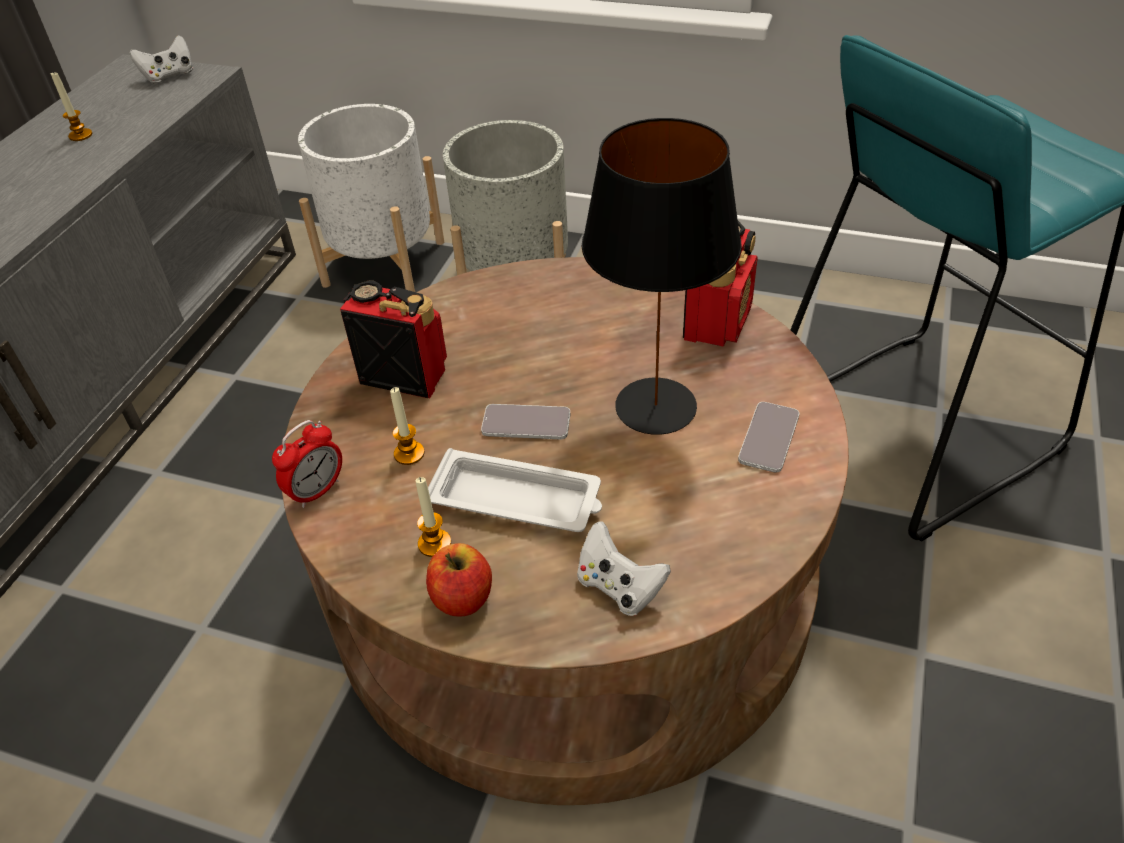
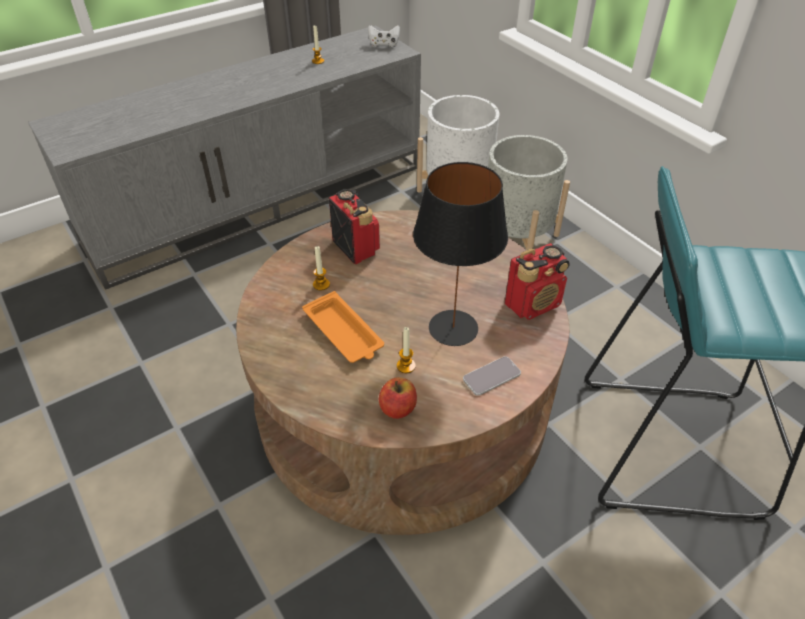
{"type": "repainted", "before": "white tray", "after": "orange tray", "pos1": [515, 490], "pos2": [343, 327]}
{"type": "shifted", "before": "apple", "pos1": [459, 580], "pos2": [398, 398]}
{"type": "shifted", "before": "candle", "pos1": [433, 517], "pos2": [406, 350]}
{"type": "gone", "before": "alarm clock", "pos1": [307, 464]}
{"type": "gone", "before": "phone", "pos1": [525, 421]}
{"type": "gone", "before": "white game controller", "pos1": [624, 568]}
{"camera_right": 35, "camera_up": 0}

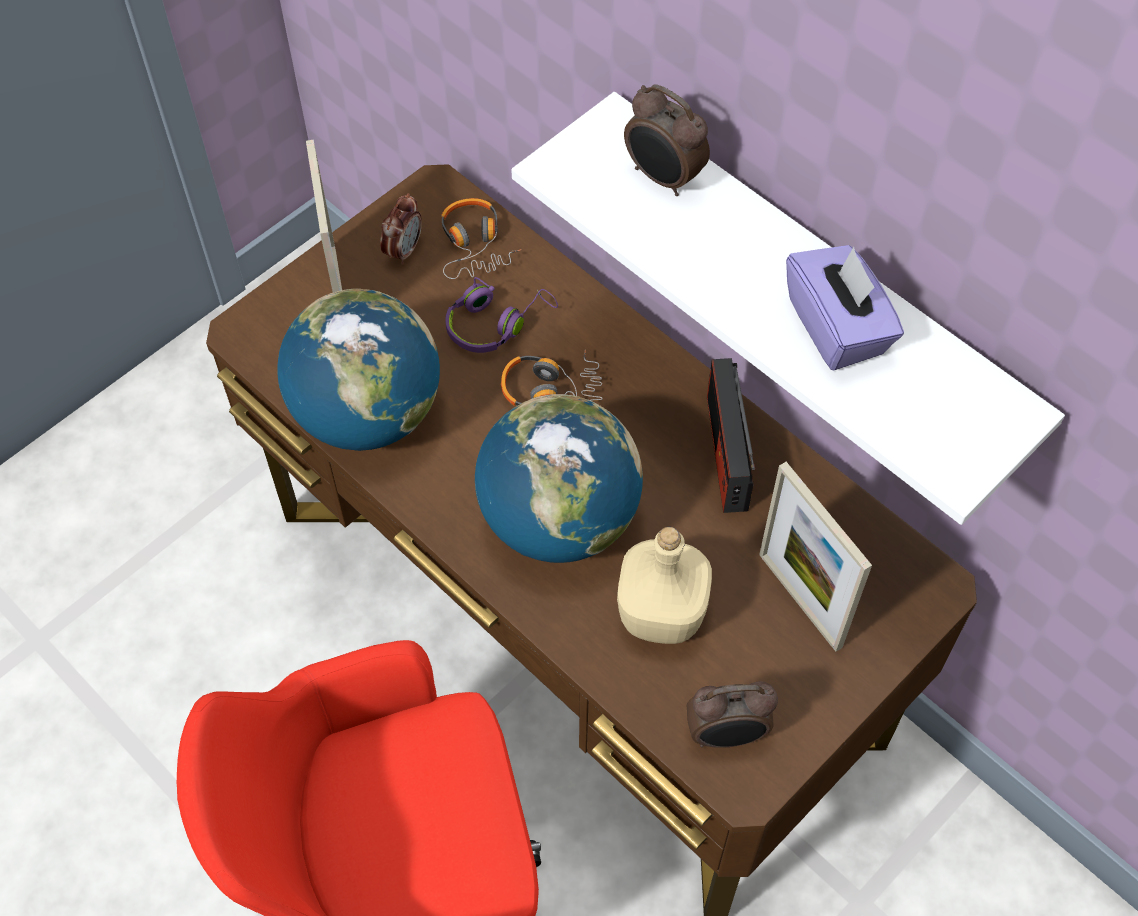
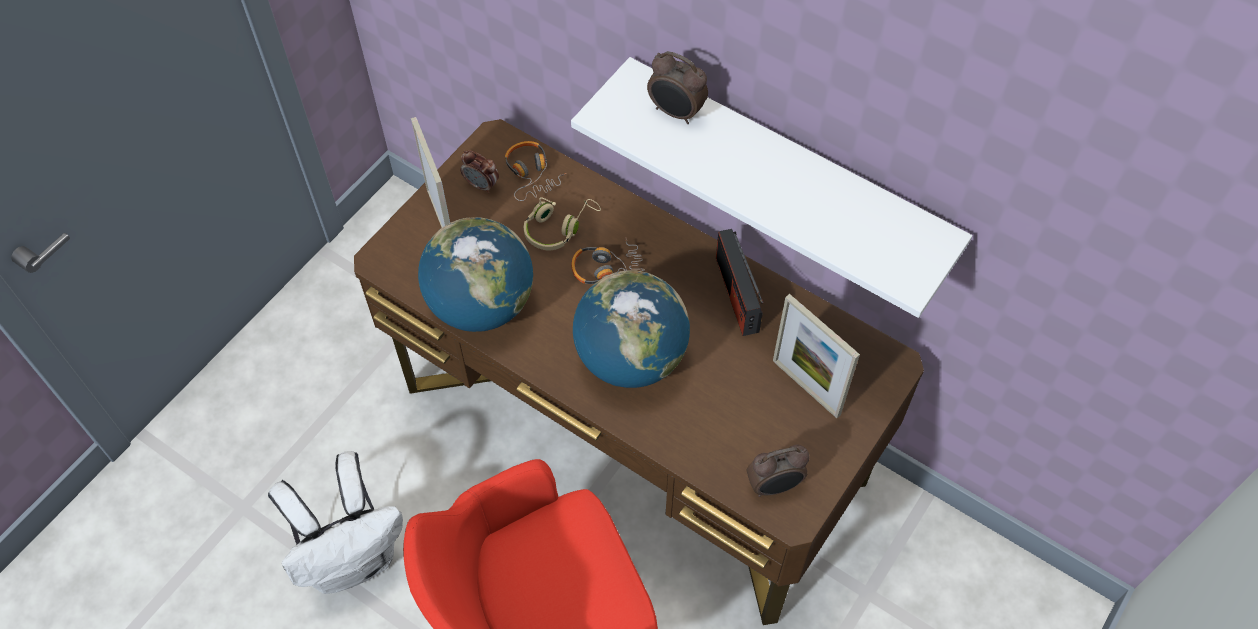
{"type": "new", "after": "white backpack", "pos2": [335, 522]}
{"type": "rotated", "before": "alarm clock", "pos1": [401, 229], "pos2": [479, 171], "turn": 105}
{"type": "repainted", "before": "purple headphones", "after": "beige headphones", "pos1": [501, 315], "pos2": [562, 223]}
{"type": "gone", "before": "beige bottle", "pos1": [664, 585]}
{"type": "gone", "before": "purple tissue box", "pos1": [845, 308]}
{"camera_right": -10, "camera_up": 0}

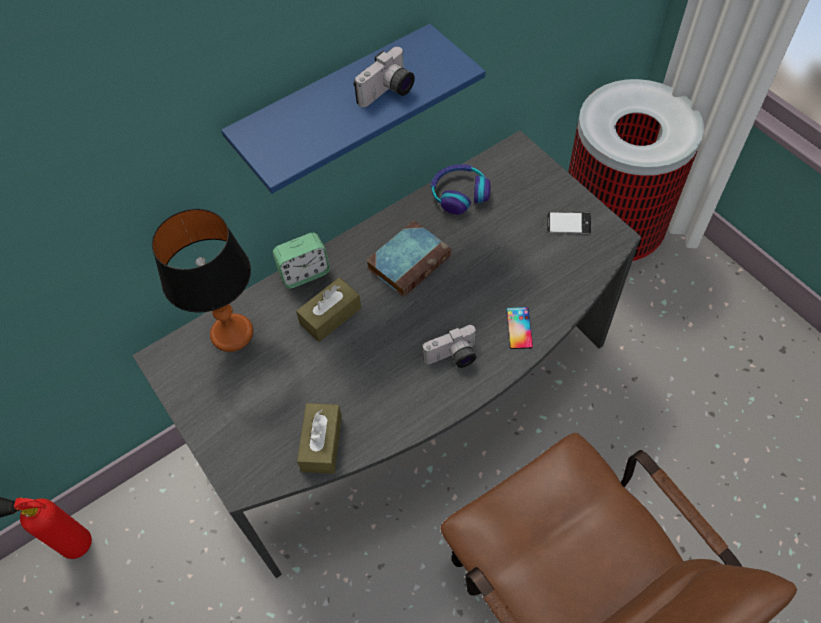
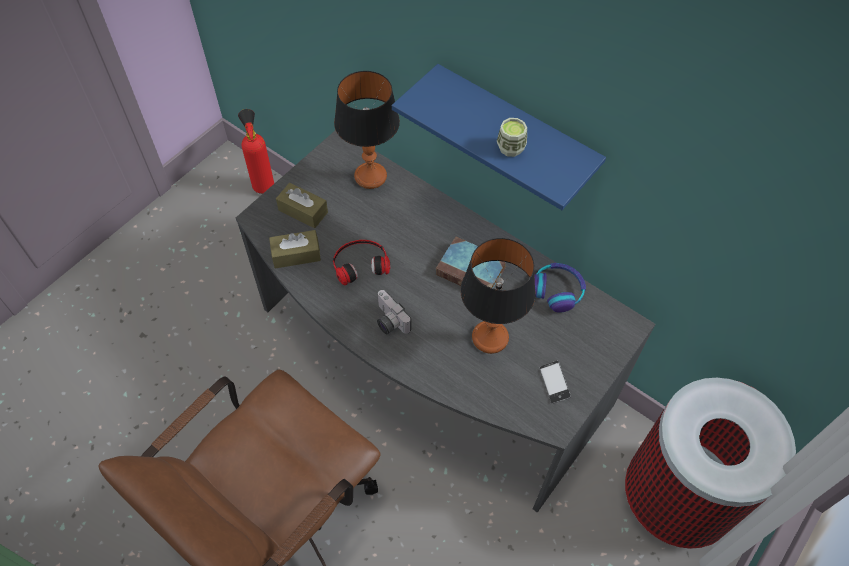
{"type": "shifted", "before": "brown tissue box", "pos1": [328, 309], "pos2": [302, 205]}
{"type": "new", "after": "headphones", "pos2": [361, 262]}
{"type": "new", "after": "table lamp", "pos2": [498, 296]}
{"type": "swapped", "before": "photo camera", "after": "cup", "pos1": [384, 77], "pos2": [512, 137]}
{"type": "gone", "before": "alarm clock", "pos1": [301, 261]}
{"type": "gone", "before": "phone", "pos1": [519, 328]}
{"camera_right": 70, "camera_up": 0}

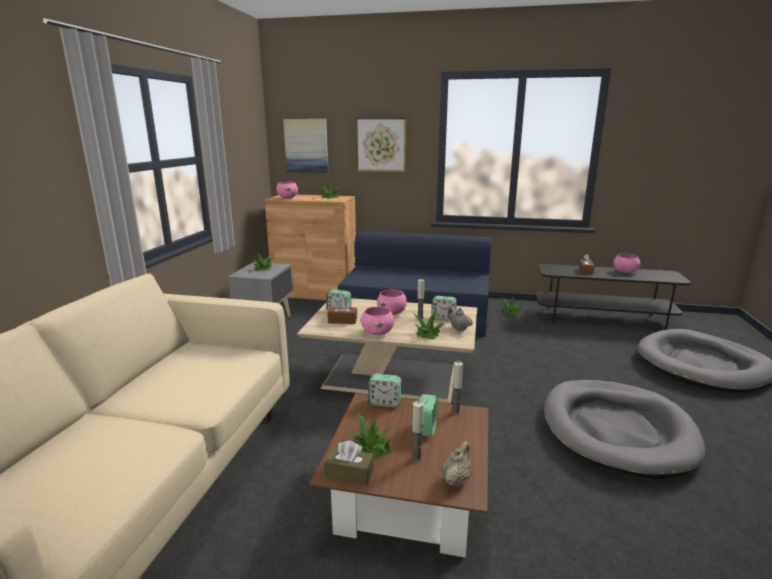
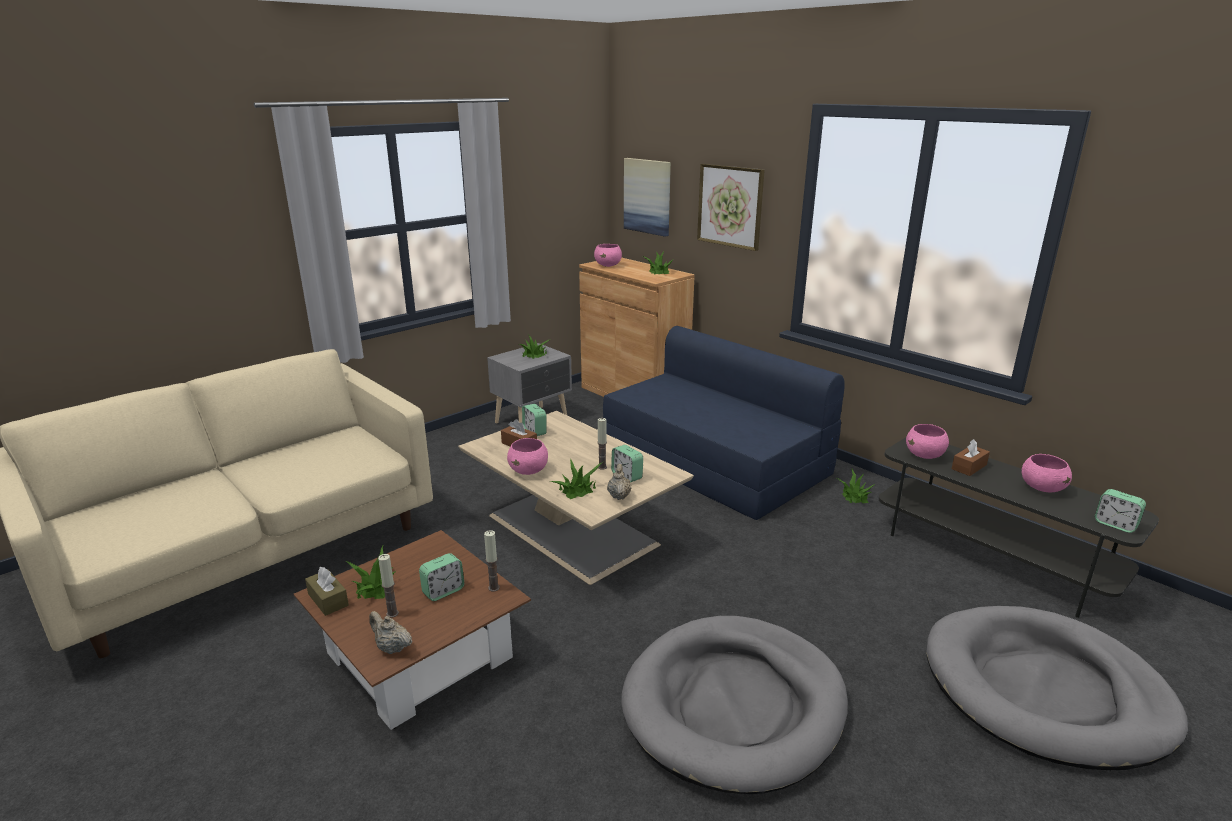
{"type": "rotated", "before": "beige teapot", "pos1": [457, 464], "pos2": [390, 632], "turn": -120}
{"type": "shifted", "before": "pink bowl", "pos1": [392, 302], "pos2": [927, 441]}
{"type": "shifted", "before": "alarm clock", "pos1": [384, 391], "pos2": [1120, 511]}
{"camera_right": 35, "camera_up": 5}

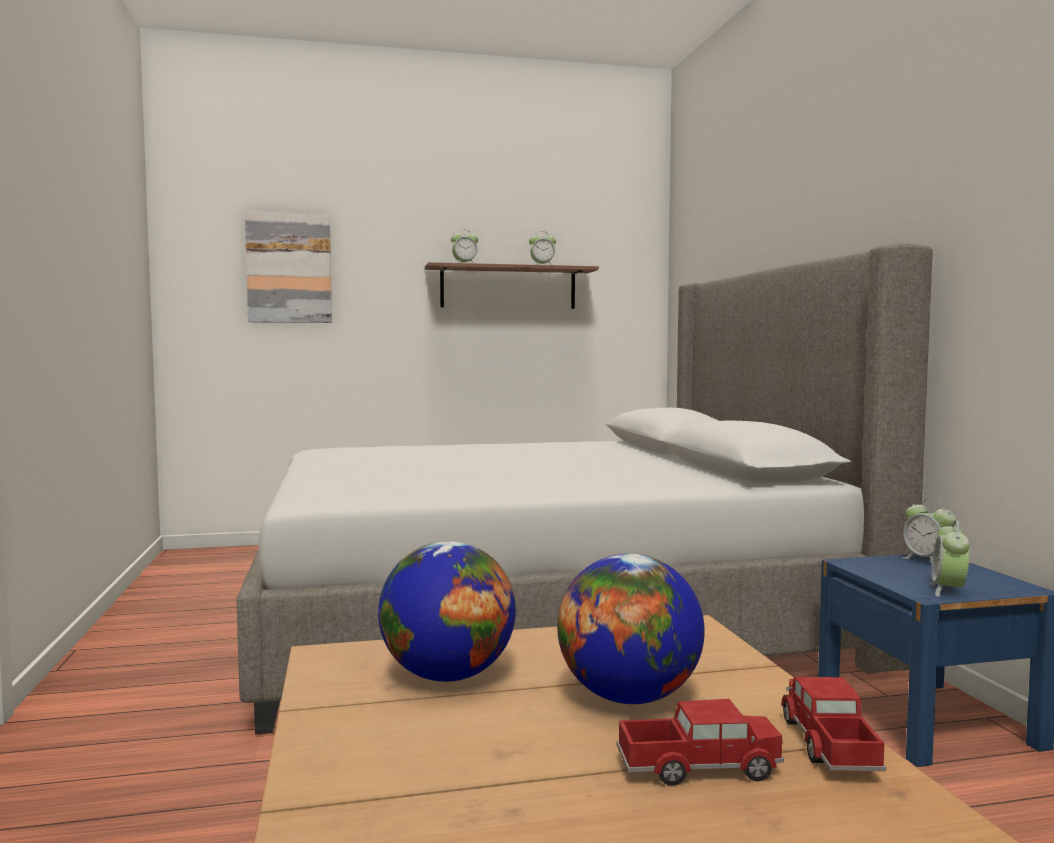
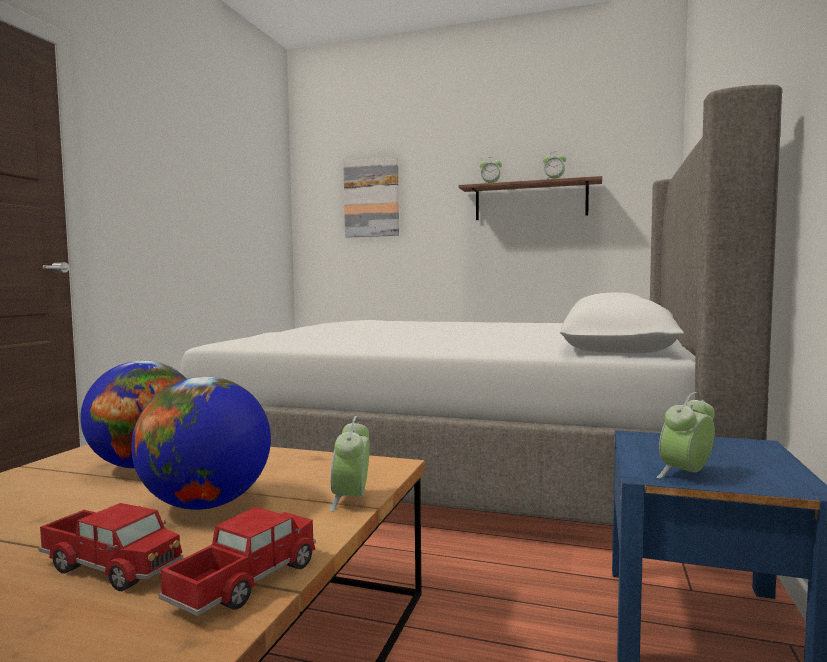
{"type": "shifted", "before": "alarm clock", "pos1": [928, 532], "pos2": [350, 464]}
{"camera_right": 30, "camera_up": 0}

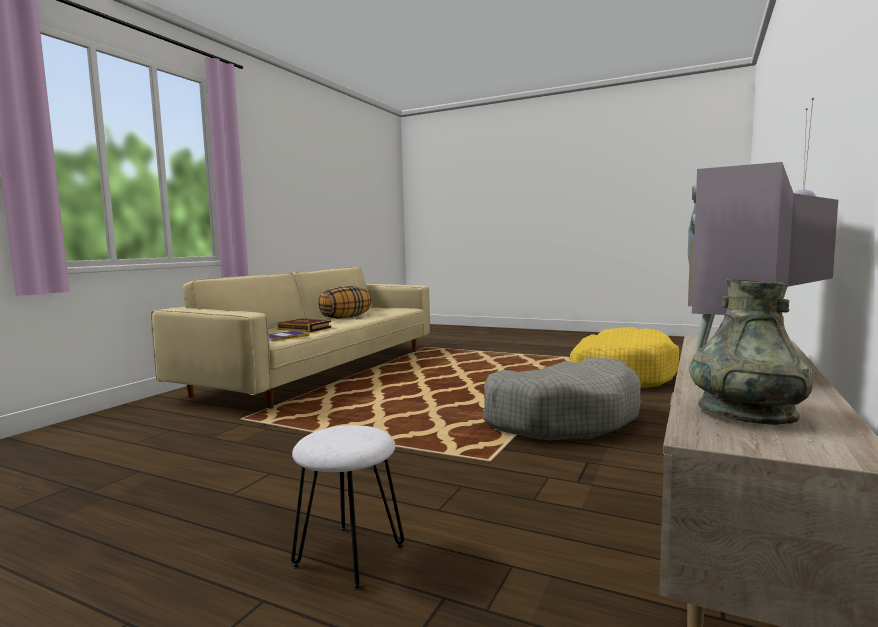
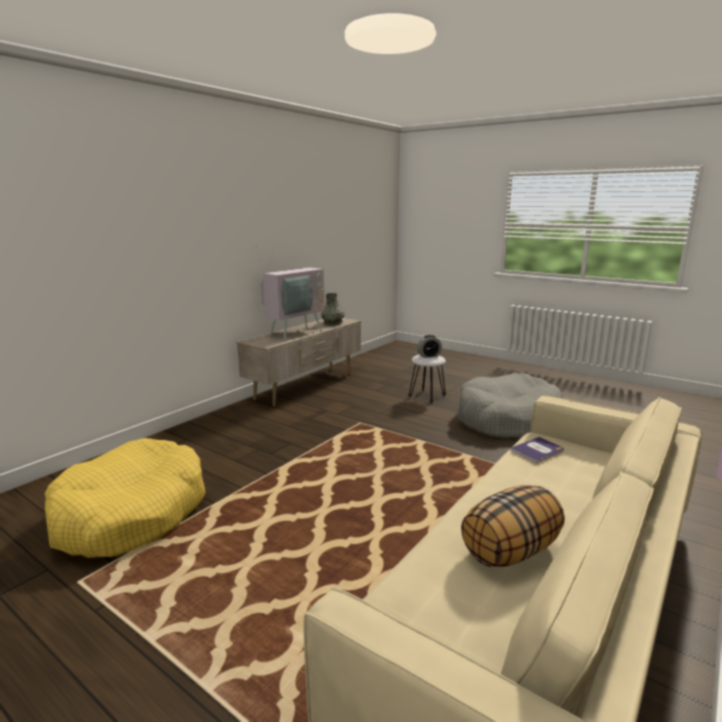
{"type": "new", "after": "alarm clock", "pos2": [429, 346]}
{"type": "shifted", "before": "grey dog bed", "pos1": [562, 399], "pos2": [510, 405]}
{"type": "gone", "before": "book", "pos1": [304, 325]}
{"camera_right": -170, "camera_up": 10}

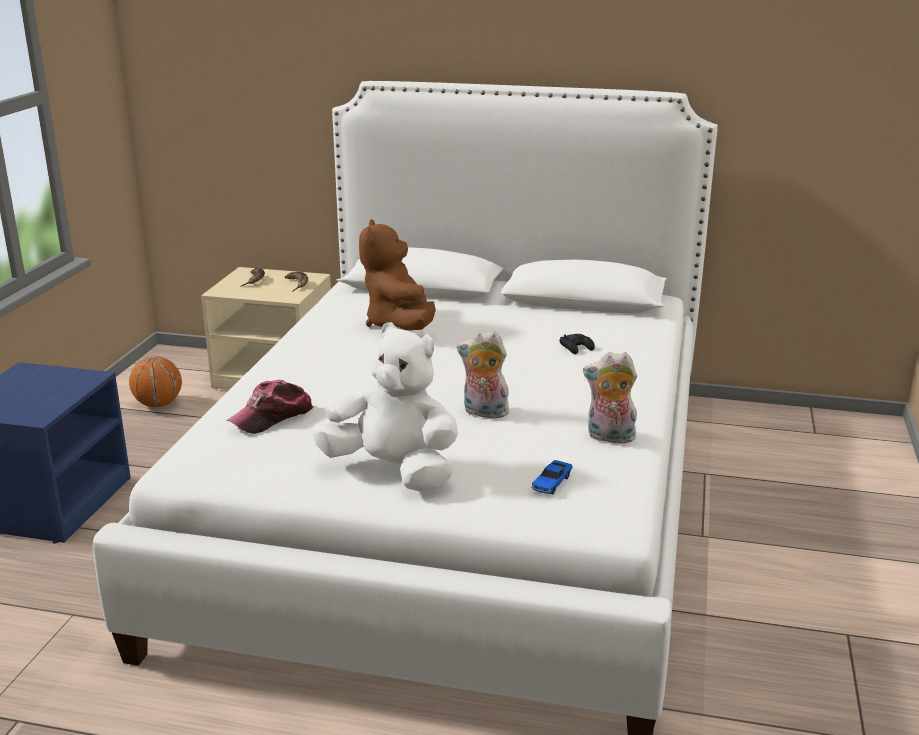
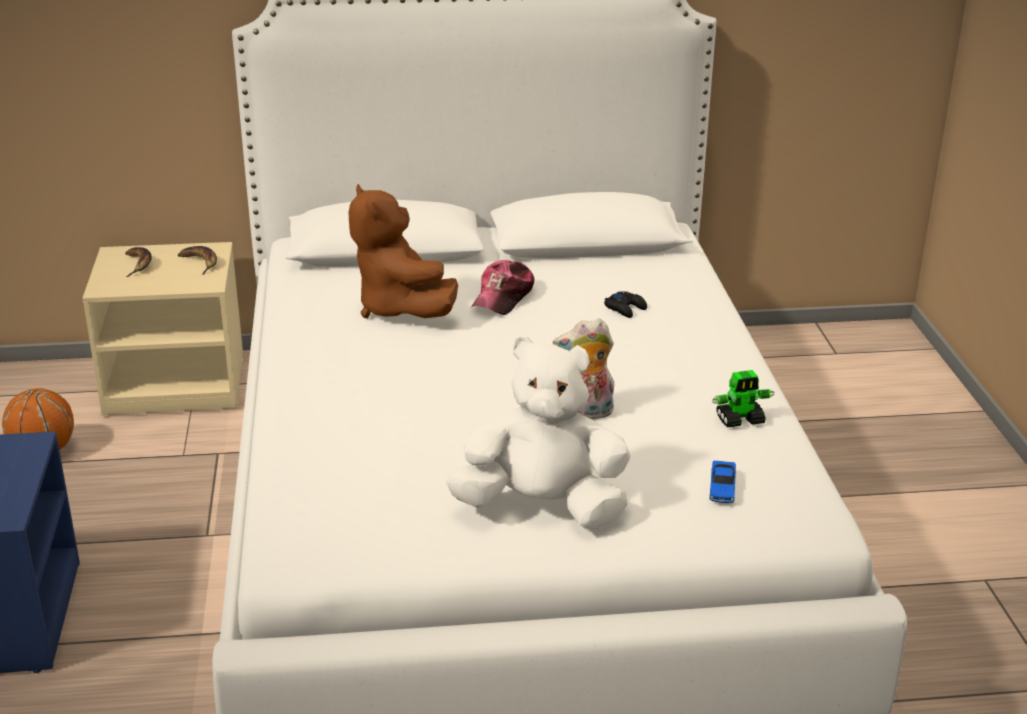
{"type": "shifted", "before": "cap", "pos1": [270, 407], "pos2": [502, 287]}
{"type": "swapped", "before": "plush toy", "after": "toy robot", "pos1": [610, 398], "pos2": [743, 398]}
{"camera_right": -20, "camera_up": 5}

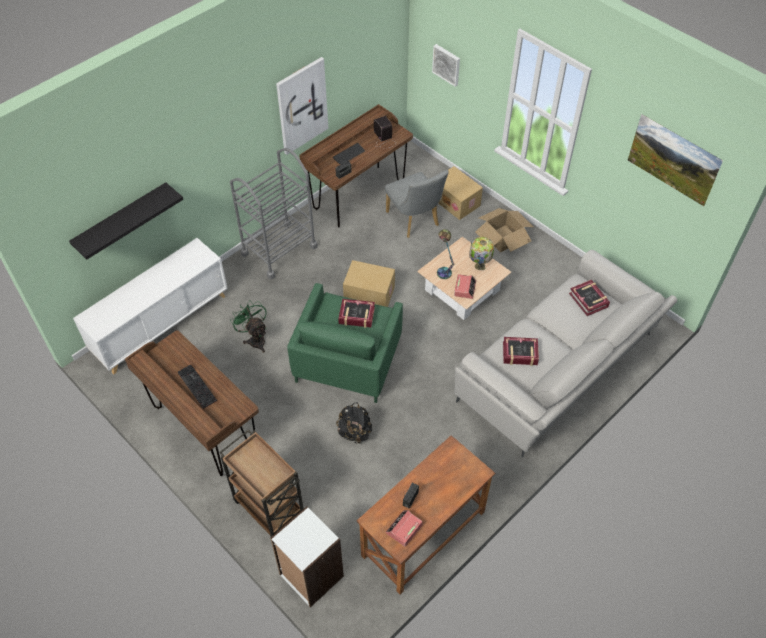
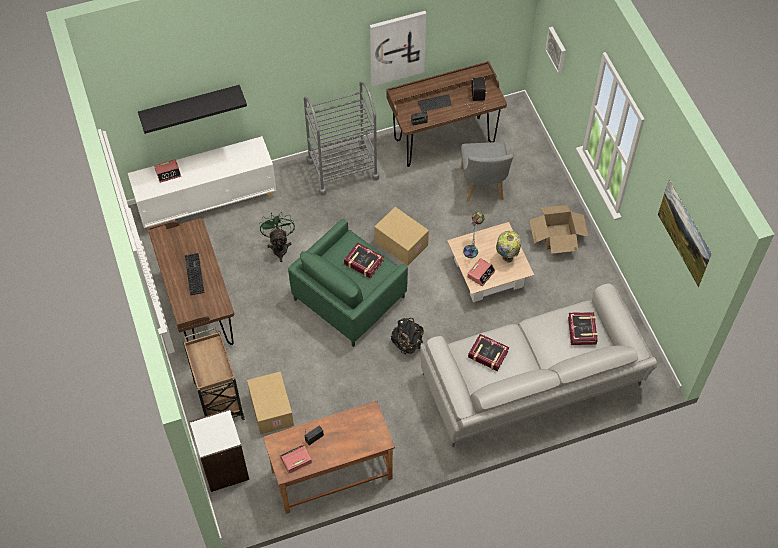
{"type": "new", "after": "alarm clock", "pos2": [167, 171]}
{"type": "shifted", "before": "cardboard box", "pos1": [460, 193], "pos2": [270, 403]}
{"type": "shifted", "before": "black backpack", "pos1": [354, 423], "pos2": [407, 336]}
{"camera_right": 25, "camera_up": 5}

